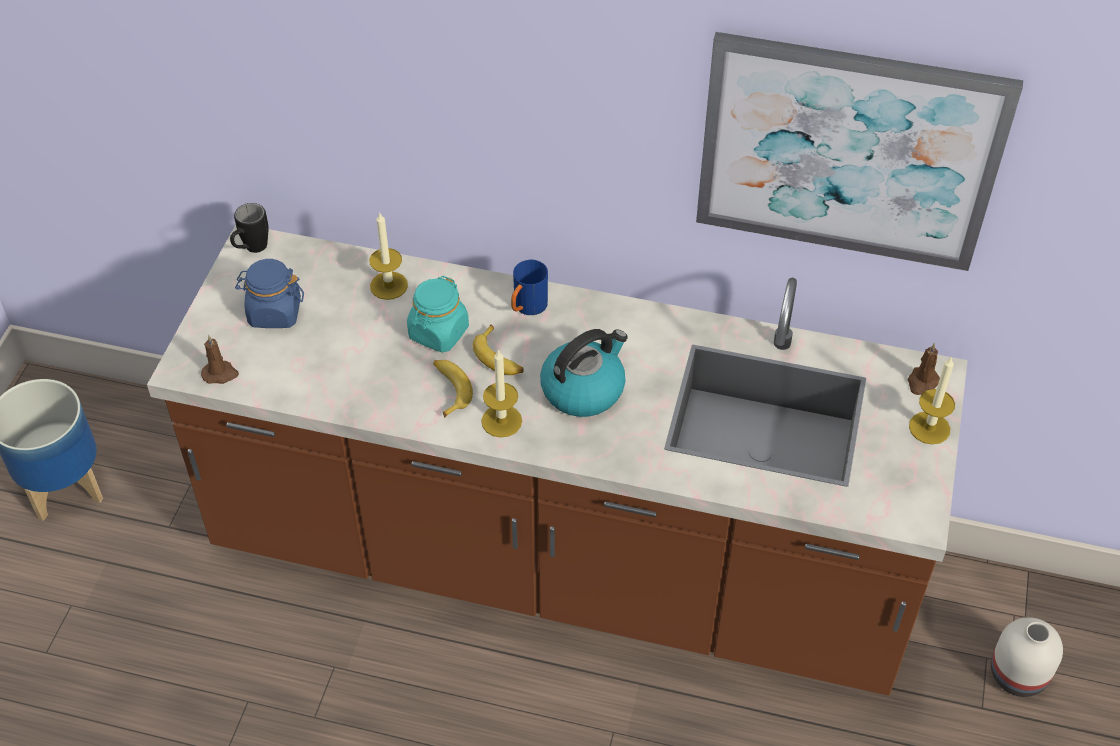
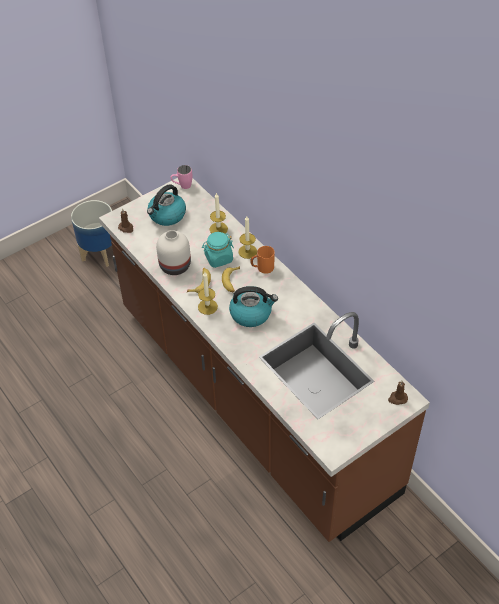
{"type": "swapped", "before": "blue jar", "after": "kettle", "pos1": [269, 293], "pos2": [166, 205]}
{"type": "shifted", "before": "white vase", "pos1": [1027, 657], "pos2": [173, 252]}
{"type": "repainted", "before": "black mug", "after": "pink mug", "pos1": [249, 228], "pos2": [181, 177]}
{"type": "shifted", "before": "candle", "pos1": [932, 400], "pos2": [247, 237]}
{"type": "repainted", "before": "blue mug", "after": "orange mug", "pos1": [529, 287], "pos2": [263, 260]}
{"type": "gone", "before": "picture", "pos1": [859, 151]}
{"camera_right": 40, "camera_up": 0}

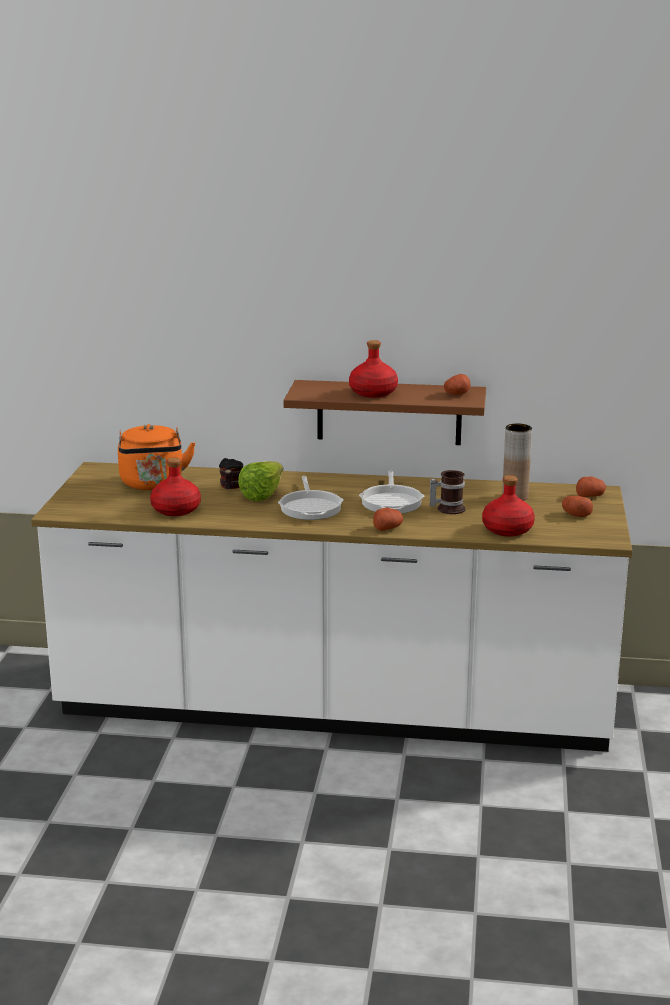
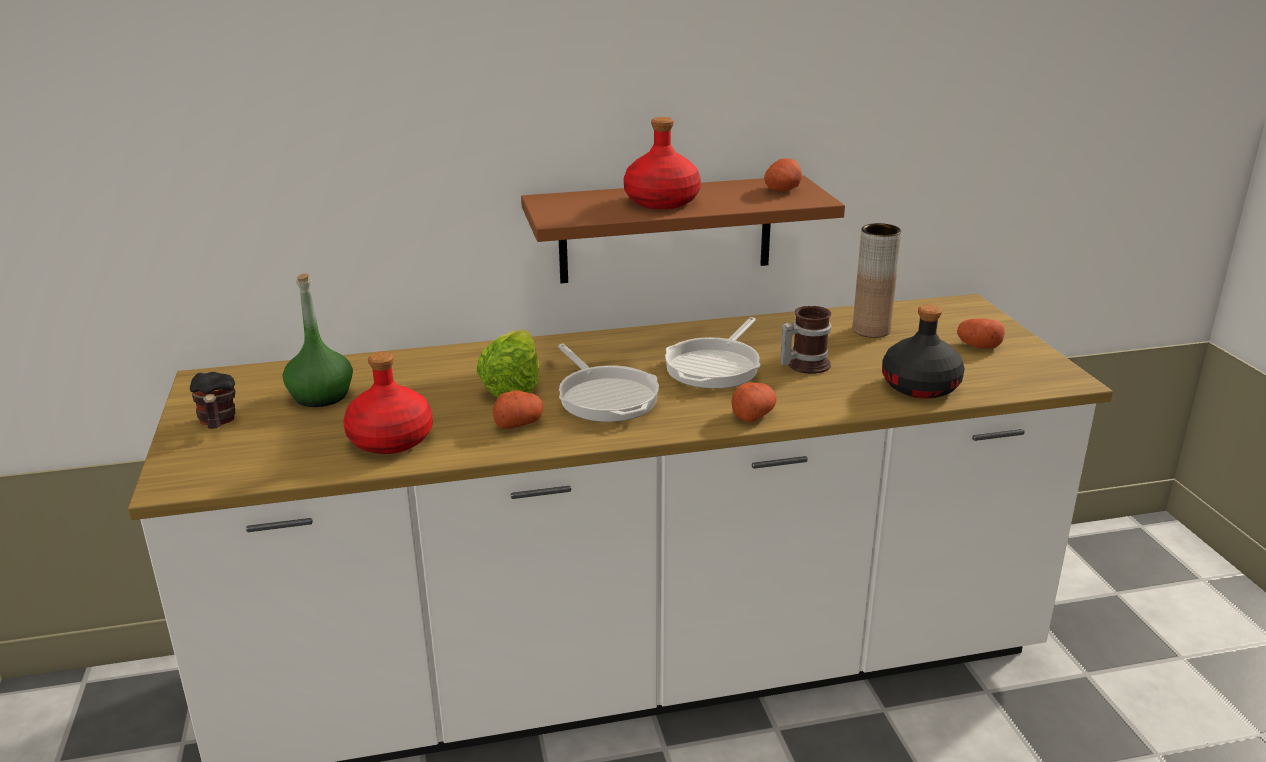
{"type": "shifted", "before": "mug", "pos1": [231, 473], "pos2": [212, 400]}
{"type": "swapped", "before": "orange kettle", "after": "green bottle", "pos1": [157, 457], "pos2": [318, 340]}
{"type": "shifted", "before": "potato", "pos1": [591, 486], "pos2": [518, 409]}
{"type": "rotated", "before": "frying pan", "pos1": [391, 492], "pos2": [712, 353], "turn": 45}
{"type": "repainted", "before": "red bottle", "after": "black bottle", "pos1": [508, 506], "pos2": [923, 351]}
{"camera_right": -20, "camera_up": 5}

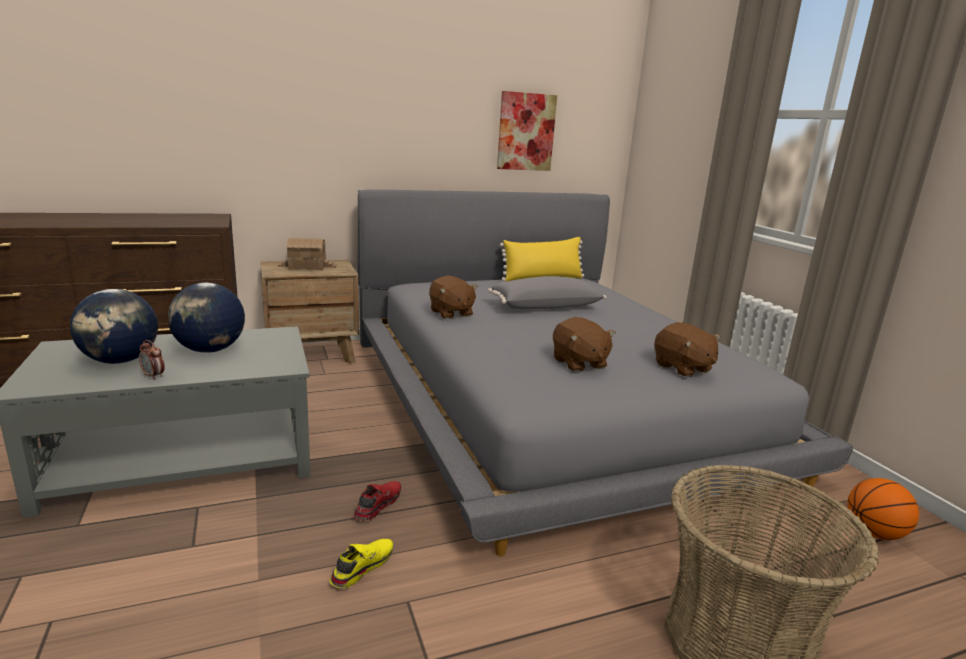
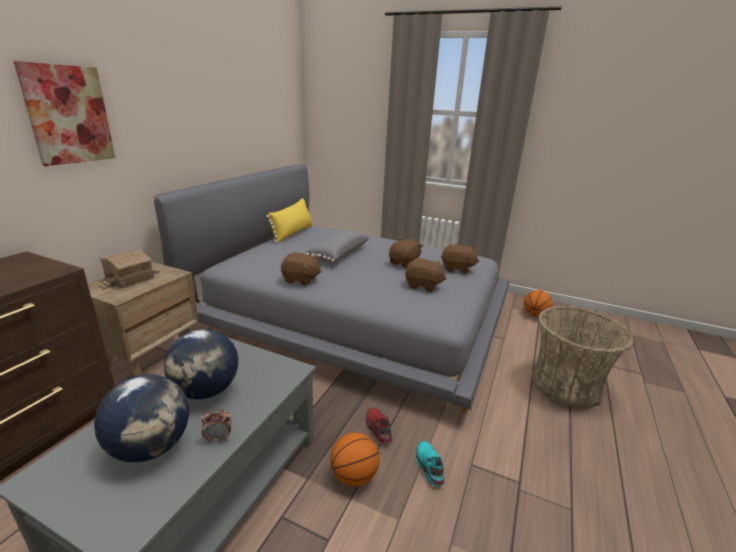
{"type": "shifted", "before": "picture", "pos1": [527, 131], "pos2": [64, 113]}
{"type": "new", "after": "basketball", "pos2": [354, 459]}
{"type": "new", "after": "brown plush toy", "pos2": [406, 253]}
{"type": "repainted", "before": "yellow shoe", "after": "turquoise shoe", "pos1": [362, 563], "pos2": [430, 464]}
{"camera_right": -45, "camera_up": 5}

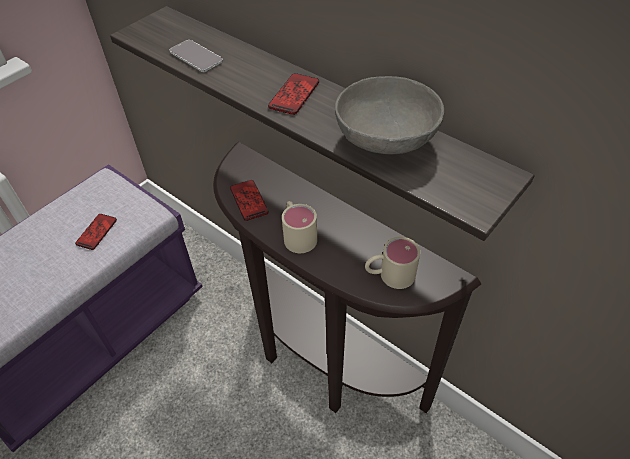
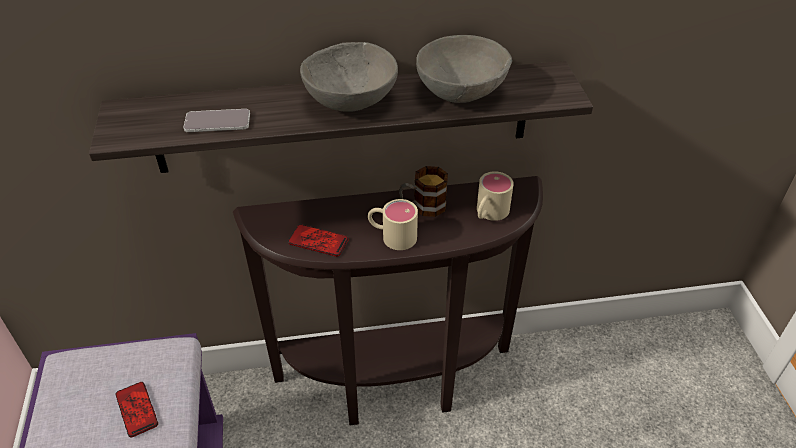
{"type": "swapped", "before": "phone", "after": "grey bowl", "pos1": [293, 94], "pos2": [349, 77]}
{"type": "new", "after": "mug", "pos2": [423, 191]}
{"camera_right": -50, "camera_up": -5}

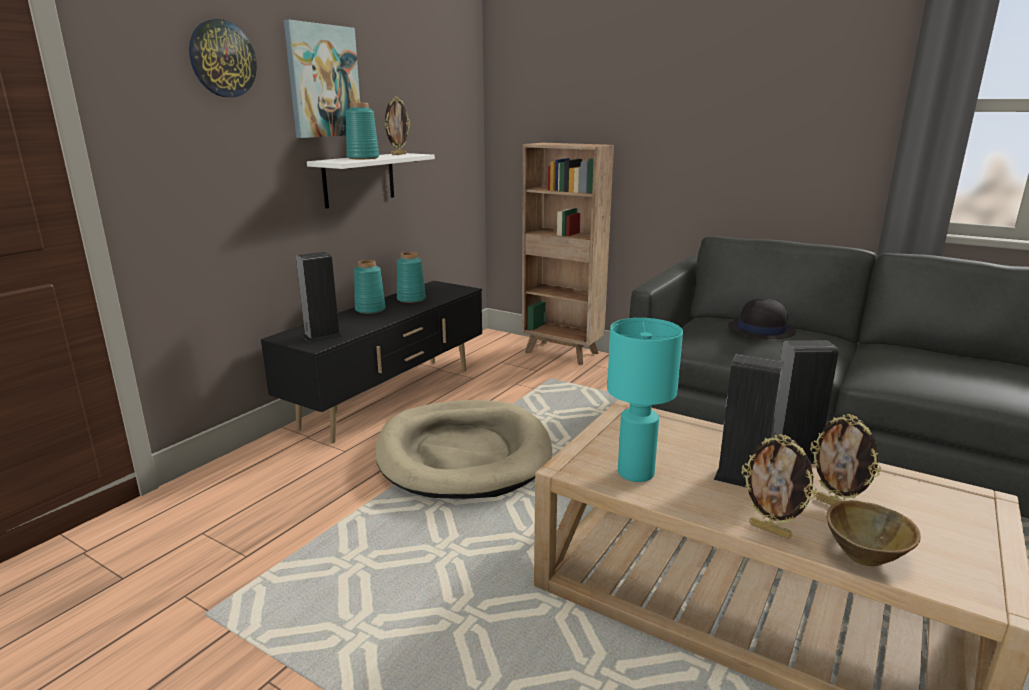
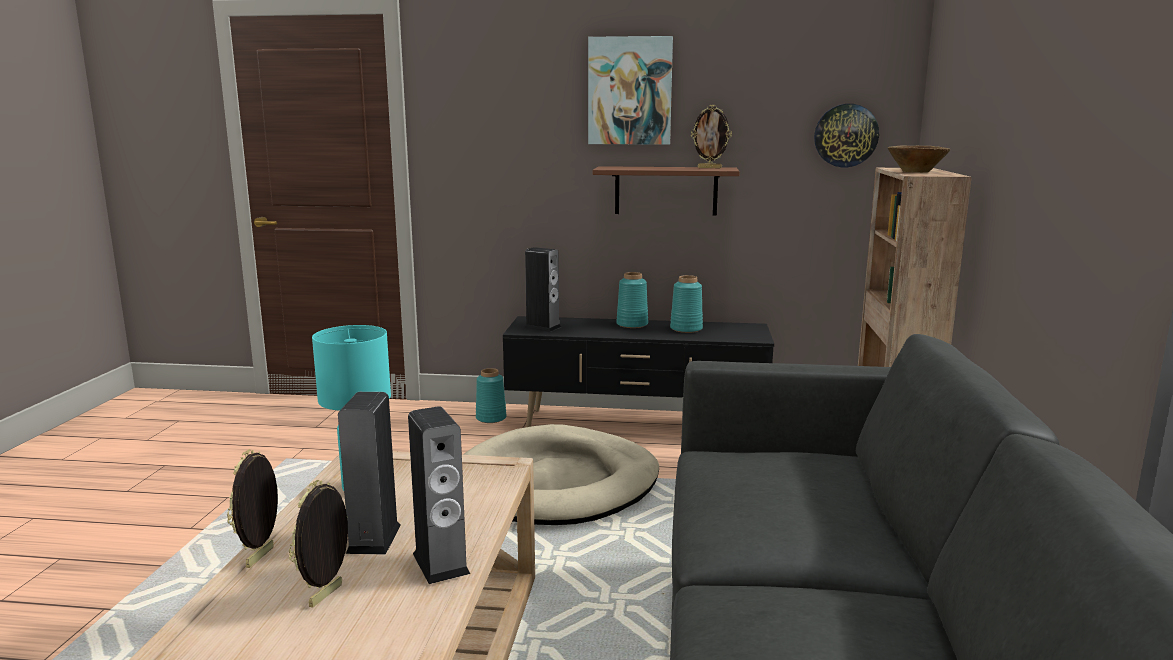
{"type": "shifted", "before": "turquoise vase", "pos1": [362, 131], "pos2": [491, 395]}
{"type": "repainted", "before": "white shelf", "after": "brown shelf", "pos1": [371, 181], "pos2": [666, 191]}
{"type": "shifted", "before": "wall clock", "pos1": [223, 58], "pos2": [846, 135]}
{"type": "shifted", "before": "brown bowl", "pos1": [873, 533], "pos2": [919, 159]}
{"type": "gone", "before": "black hat", "pos1": [762, 319]}
{"camera_right": 65, "camera_up": -5}

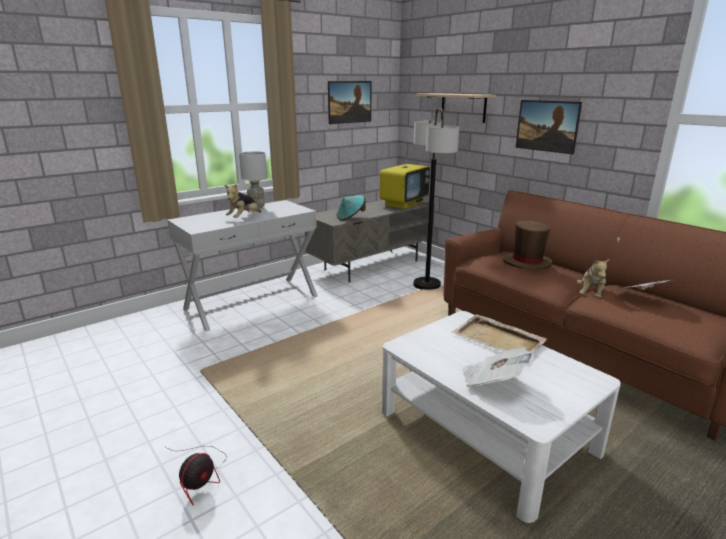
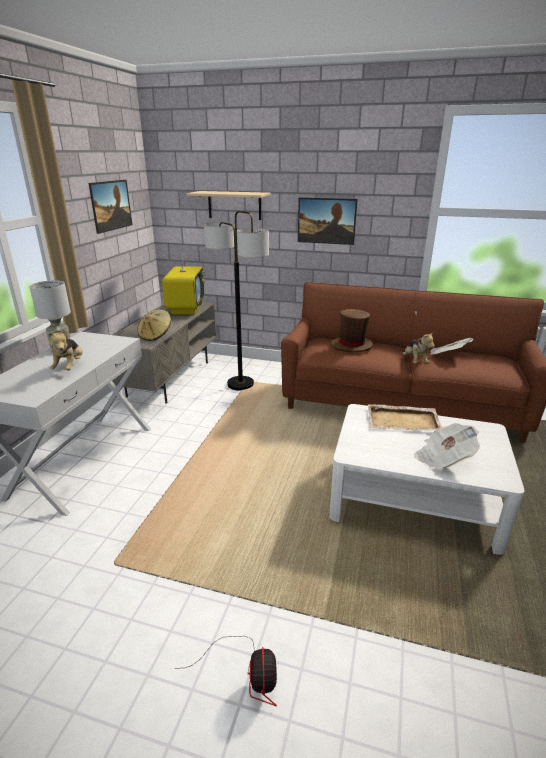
{"type": "repainted", "before": "turquoise hat", "after": "beige hat", "pos1": [351, 207], "pos2": [154, 325]}
{"camera_right": -35, "camera_up": 5}

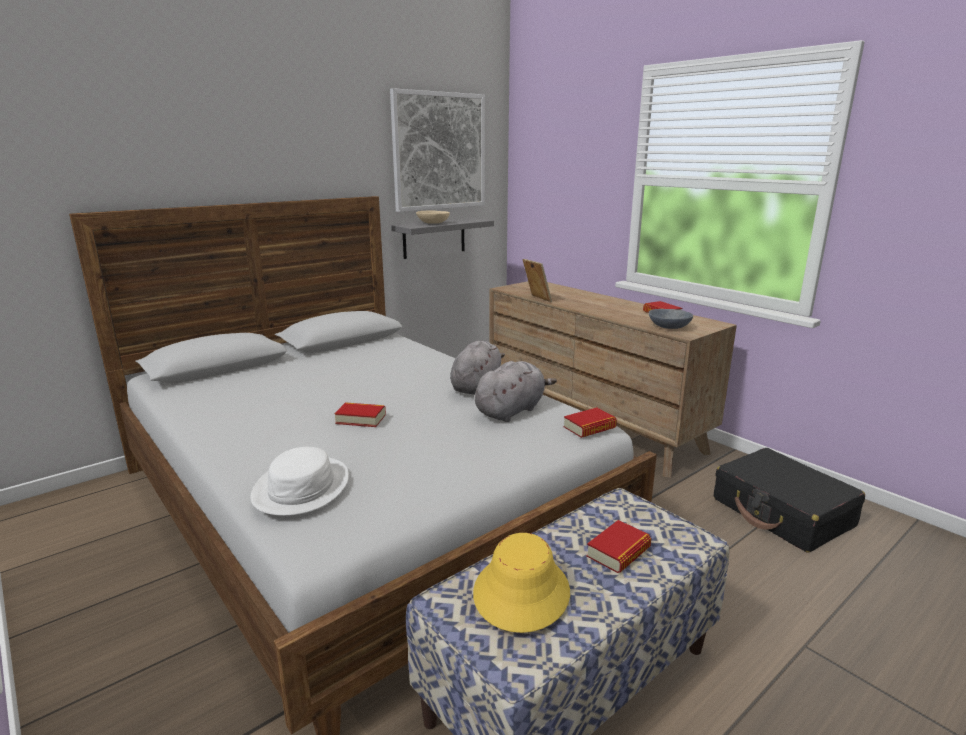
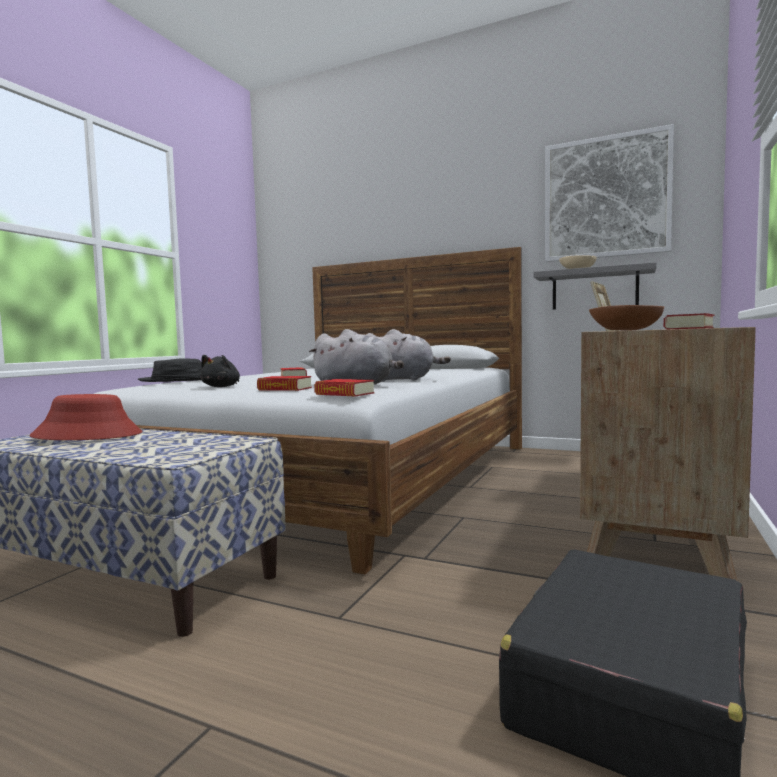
{"type": "repainted", "before": "yellow hat", "after": "red hat", "pos1": [521, 583], "pos2": [86, 417]}
{"type": "repainted", "before": "white hat", "after": "black hat", "pos1": [300, 481], "pos2": [170, 370]}
{"type": "new", "after": "black plush toy", "pos2": [220, 371]}
{"type": "shifted", "before": "book", "pos1": [618, 546], "pos2": [284, 383]}
{"type": "repainted", "before": "grey bowl", "after": "brown bowl", "pos1": [670, 319], "pos2": [626, 317]}
{"camera_right": 65, "camera_up": -15}

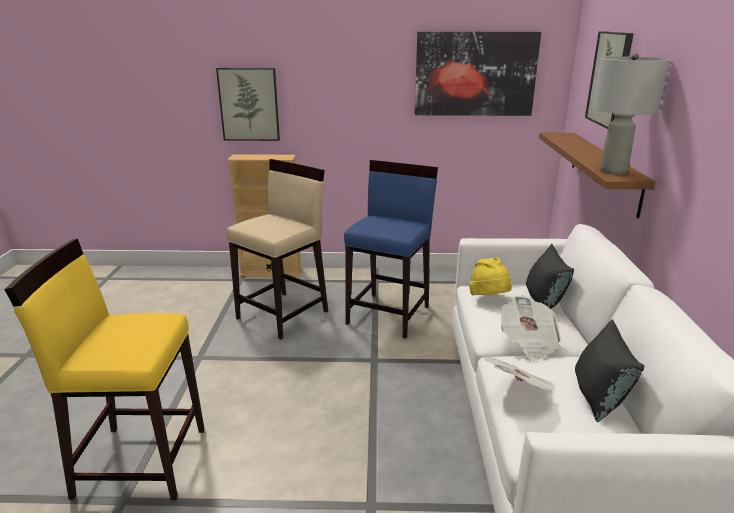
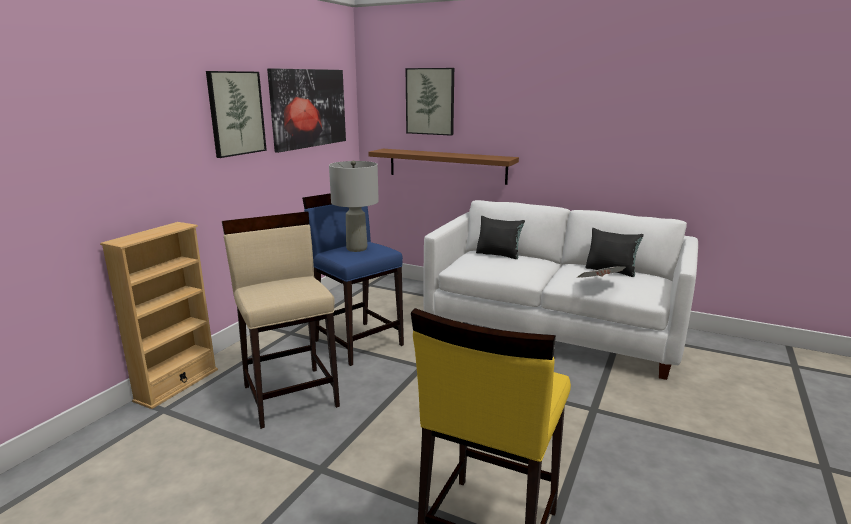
{"type": "shifted", "before": "picture", "pos1": [248, 104], "pos2": [236, 114]}
{"type": "shifted", "before": "grey table lamp", "pos1": [631, 113], "pos2": [354, 206]}
{"type": "gone", "before": "yellow hat", "pos1": [490, 276]}
{"type": "gone", "before": "newspaper", "pos1": [531, 328]}
{"camera_right": -65, "camera_up": -5}

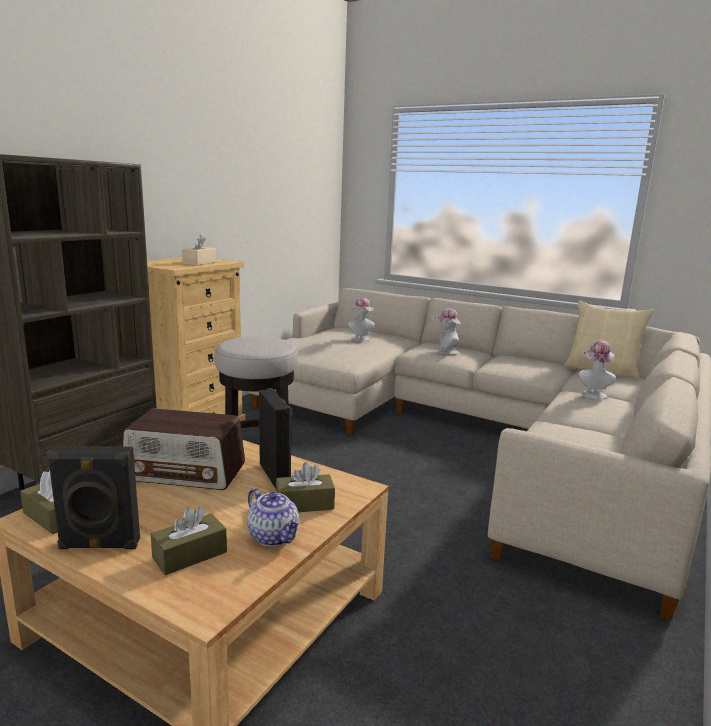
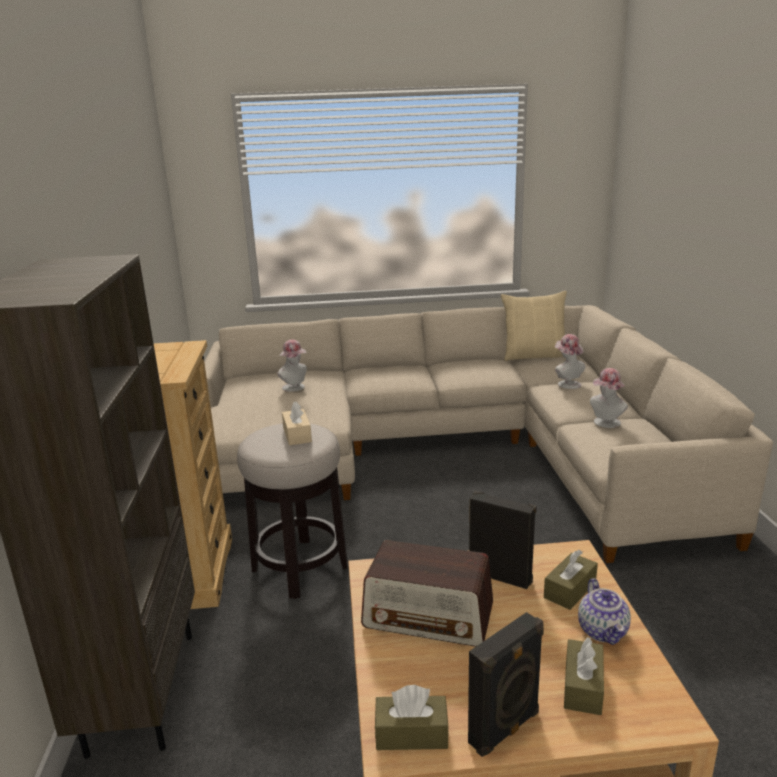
{"type": "shifted", "before": "beige tissue box", "pos1": [199, 250], "pos2": [297, 423]}
{"type": "rotated", "before": "radio", "pos1": [183, 449], "pos2": [427, 593], "turn": 45}
{"type": "rotated", "before": "teapot", "pos1": [274, 517], "pos2": [604, 611], "turn": 75}
{"type": "shifted", "before": "hat", "pos1": [448, 331], "pos2": [609, 398]}
{"camera_right": -35, "camera_up": 5}

